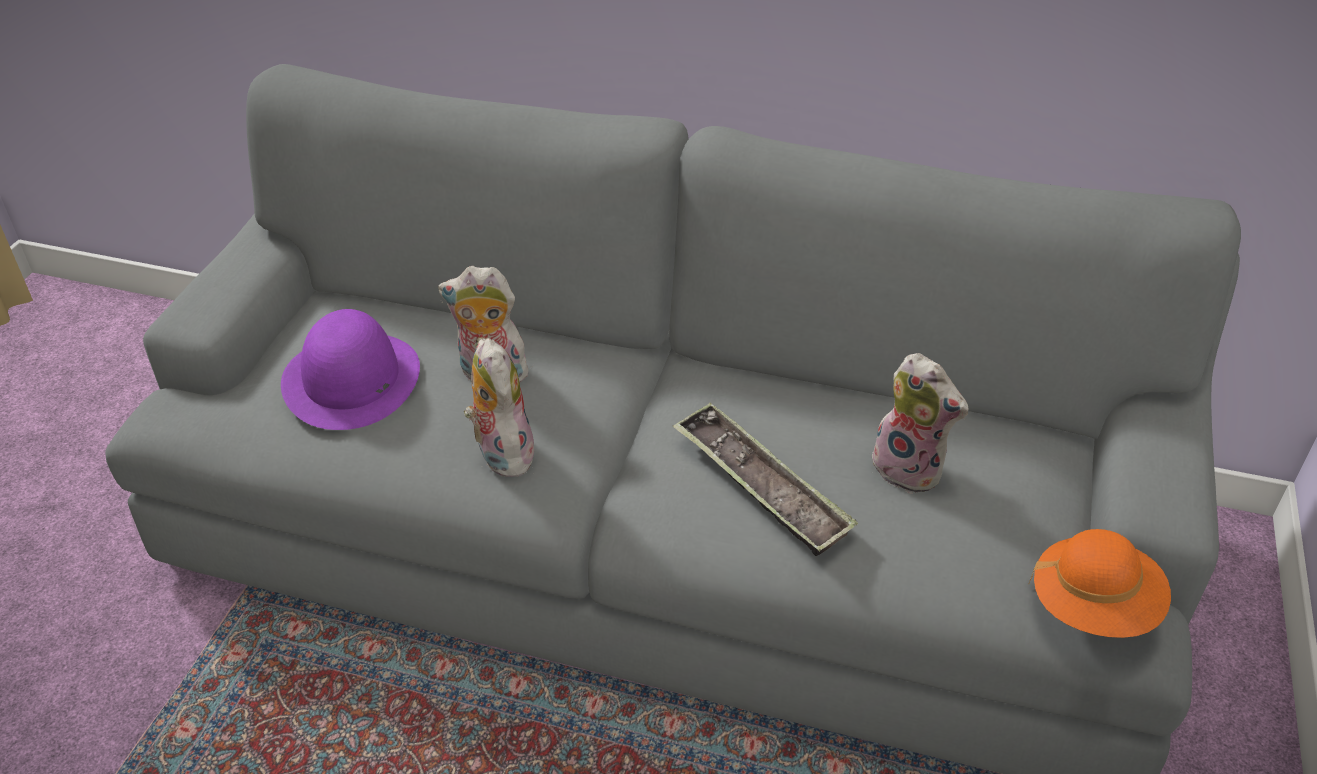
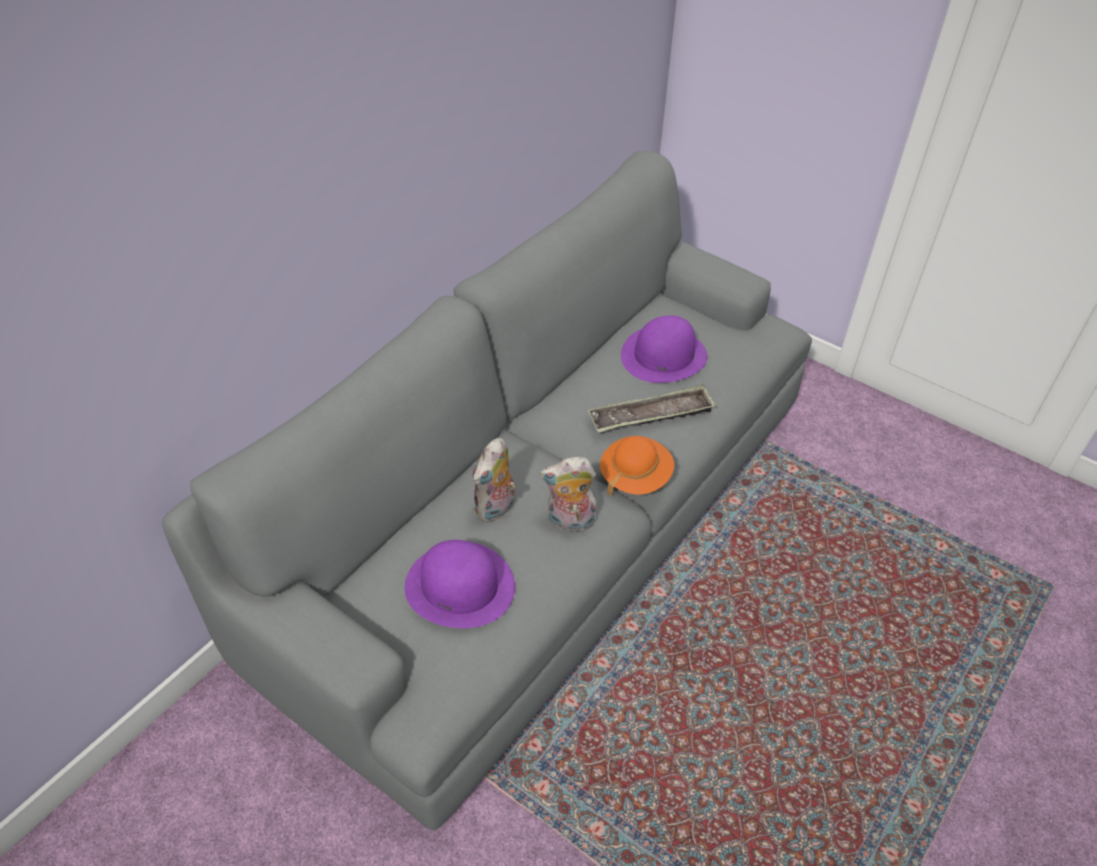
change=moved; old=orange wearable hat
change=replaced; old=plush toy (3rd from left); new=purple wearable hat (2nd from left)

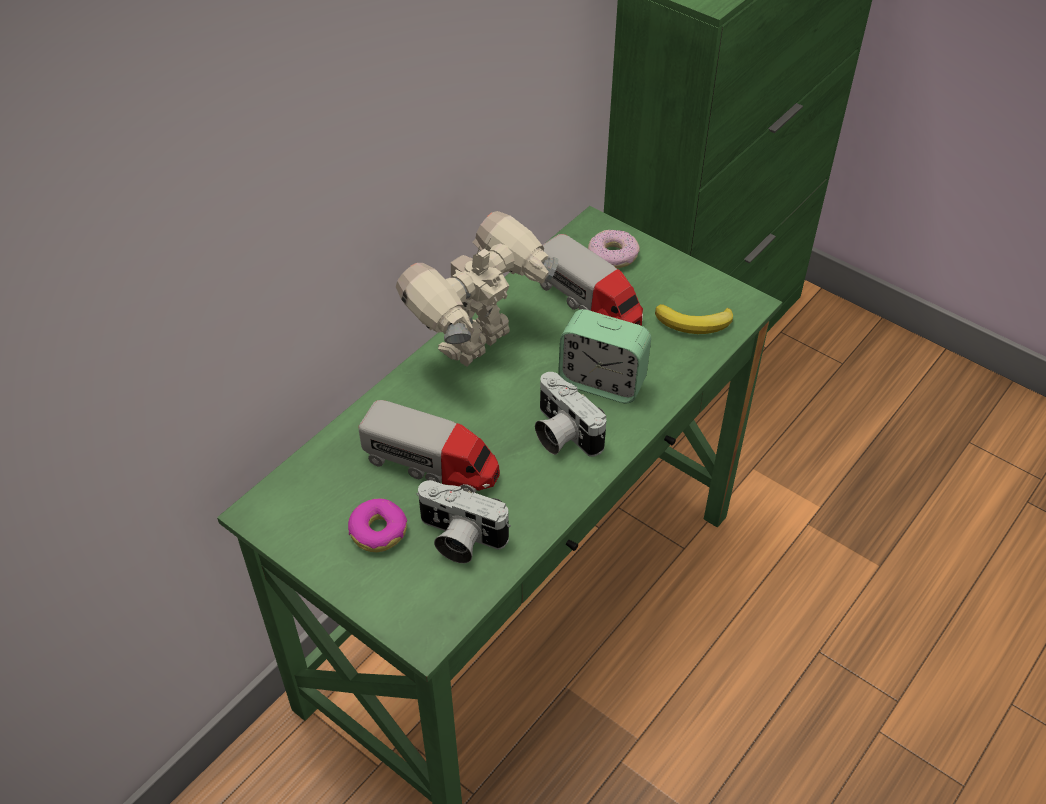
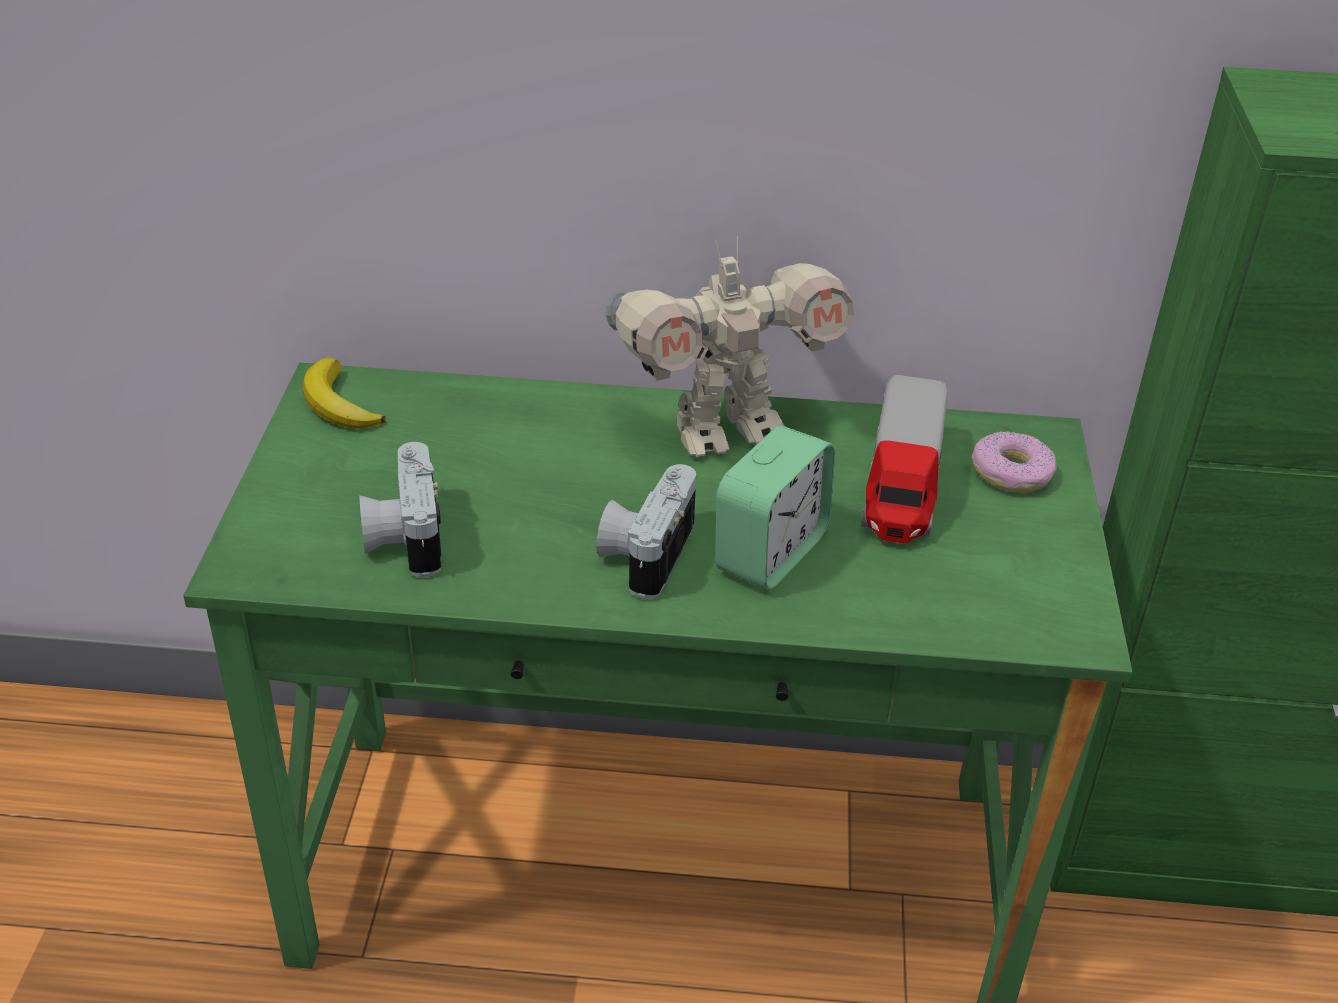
change=moved; old=banana fruit
change=turned; old=toy robot; degrees=150
change=turned; old=bedside clock; degrees=-135
change=removed; old=donut (1st from left)
change=removed; old=toy lorry (1st from left)

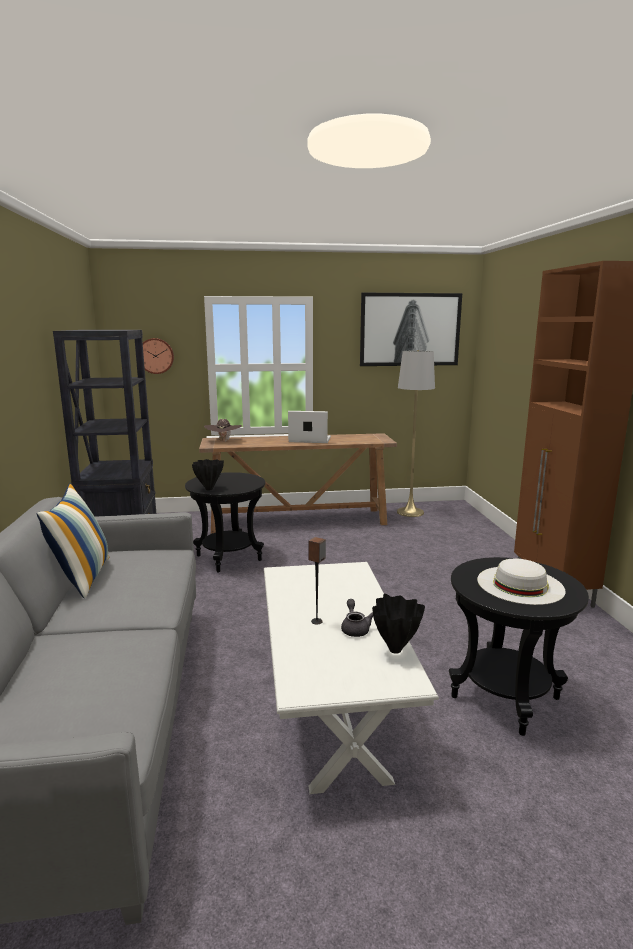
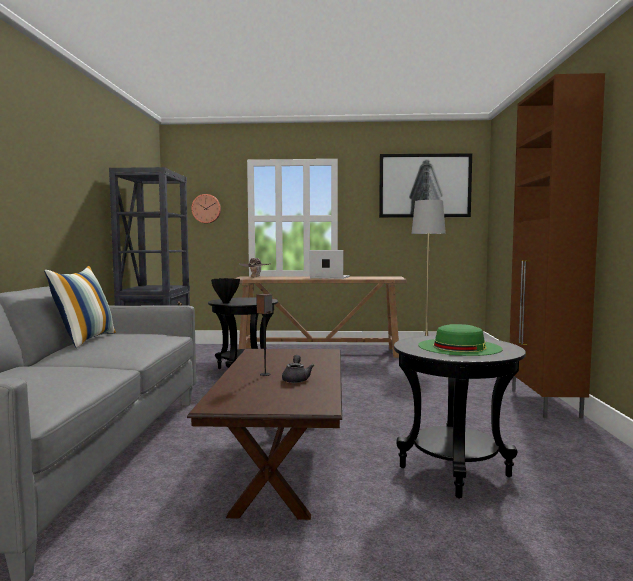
change=recoloured; old=white-coloured low table; new=brown-coloured low table
change=recoloured; old=white-coloured wearable hat; new=greenish wearable hat
change=removed; old=blackish decorative vase (2nd from left)

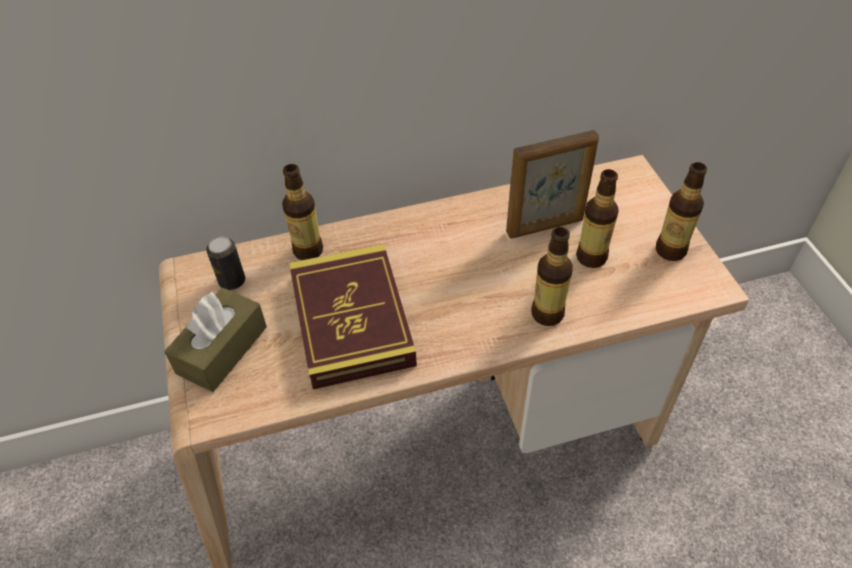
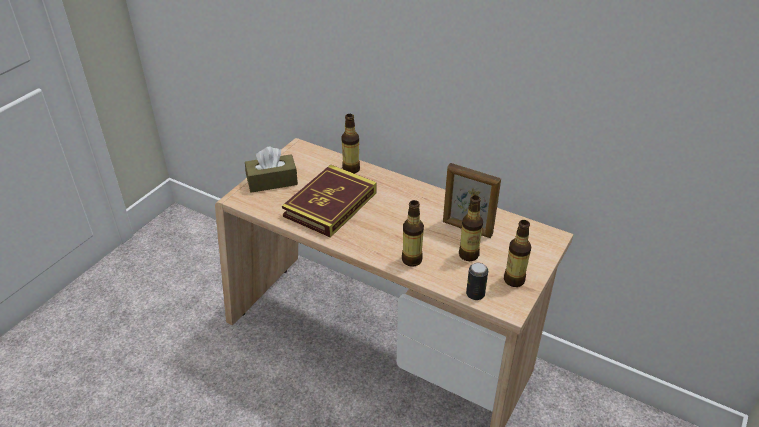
change=moved; old=metal can

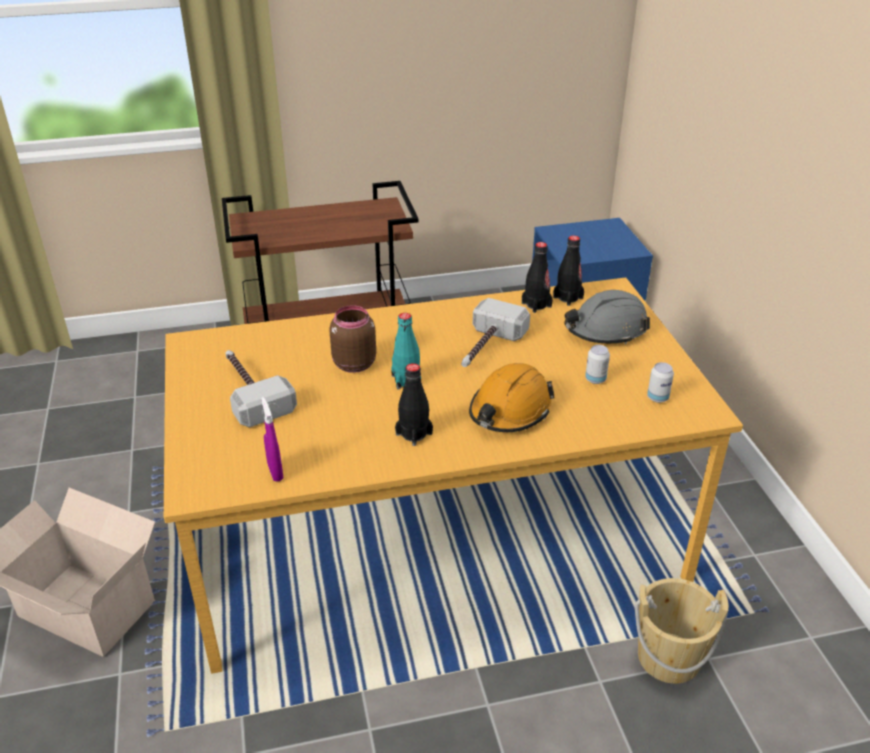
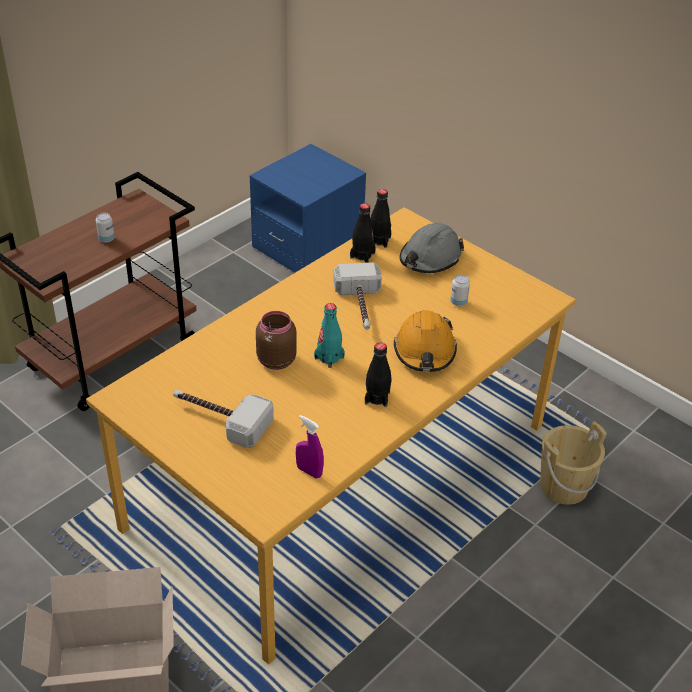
change=moved; old=metal can (2nd from left in the first image); new=metal can (1st from left)

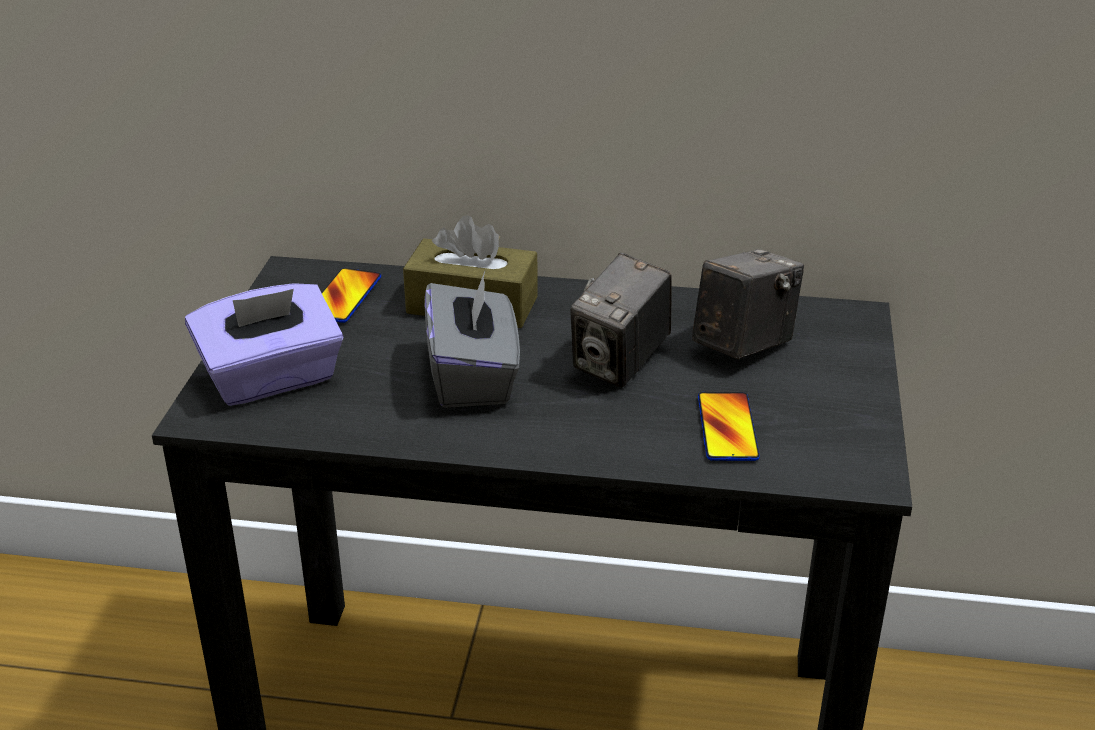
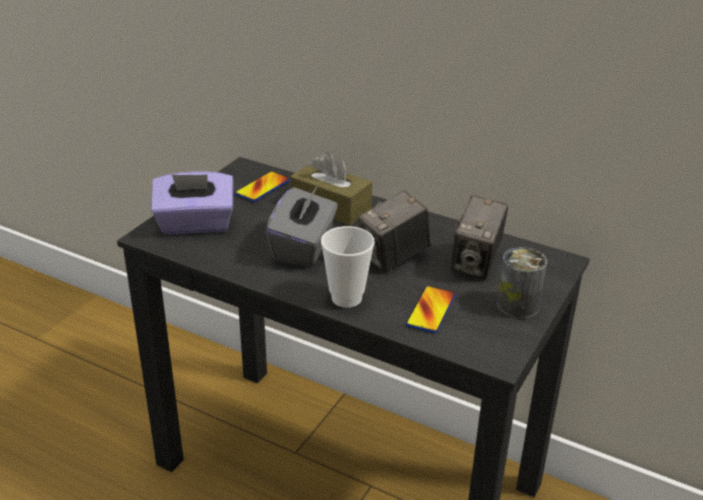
change=added; new=small cup
change=turned; old=photo camera (2nd from left); degrees=135
change=added; new=metal can

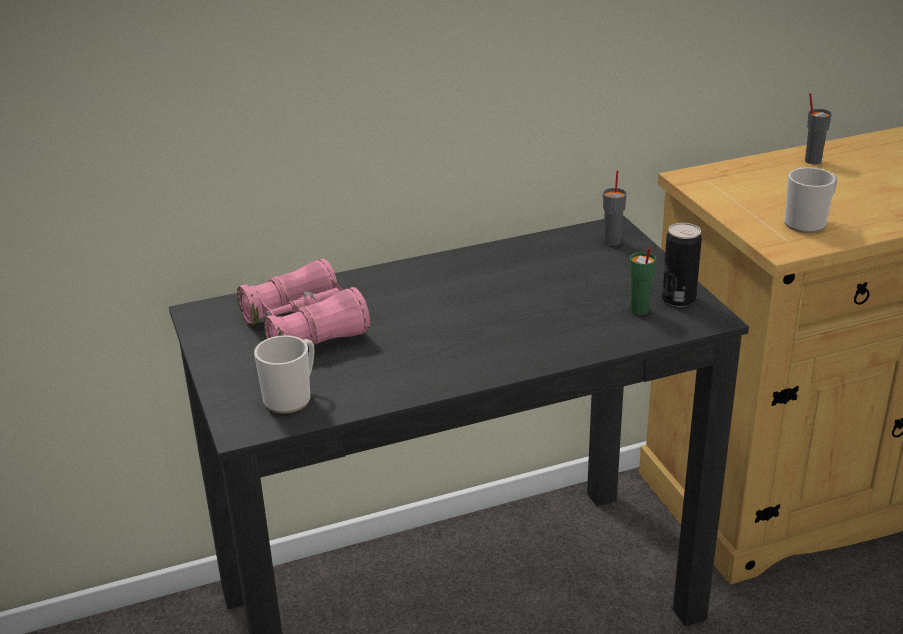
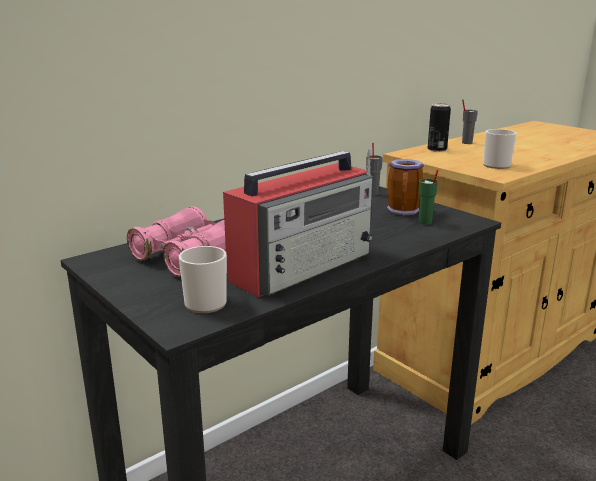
change=added; new=radio set
change=added; new=coffee mug (2nd from left)
change=moved; old=metal can

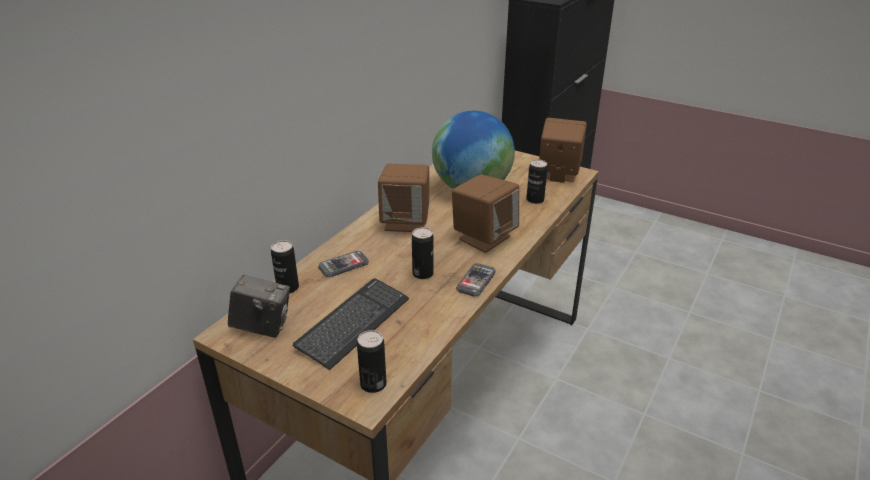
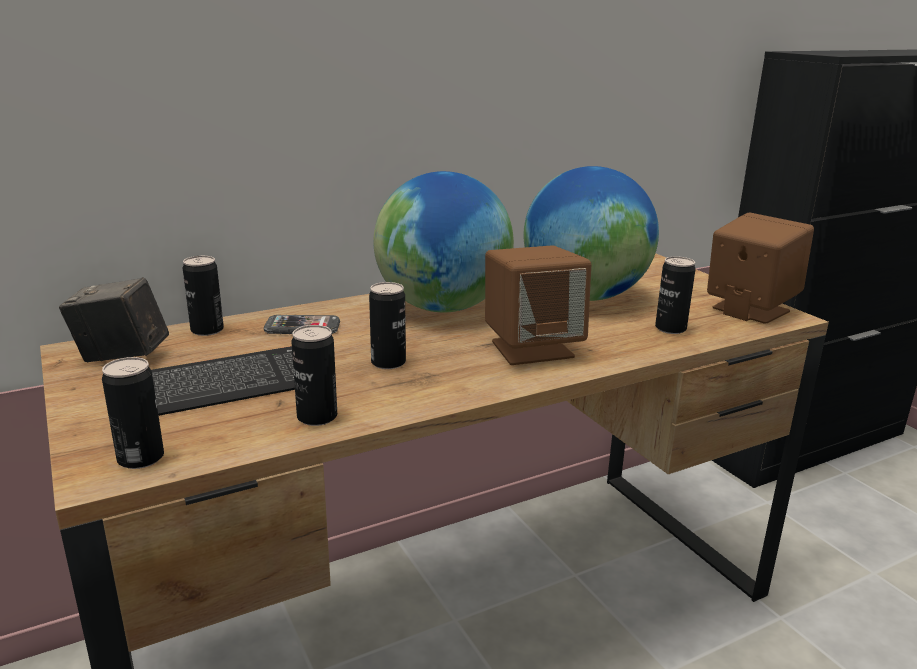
change=turned; old=photo camera; degrees=150
change=added; new=metal can (3rd from left)
change=replaced; old=brown-coloured speaker (1st from left); new=desk globe (1st from left)
change=removed; old=handset (2nd from left)

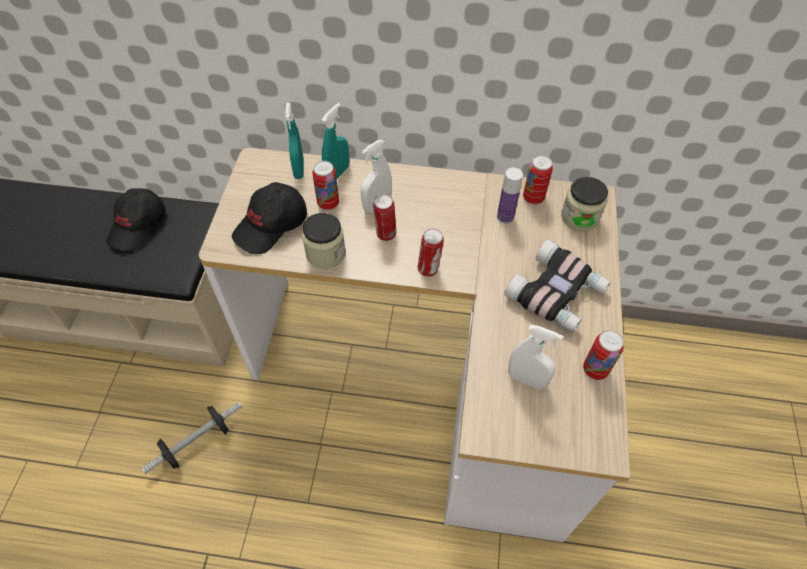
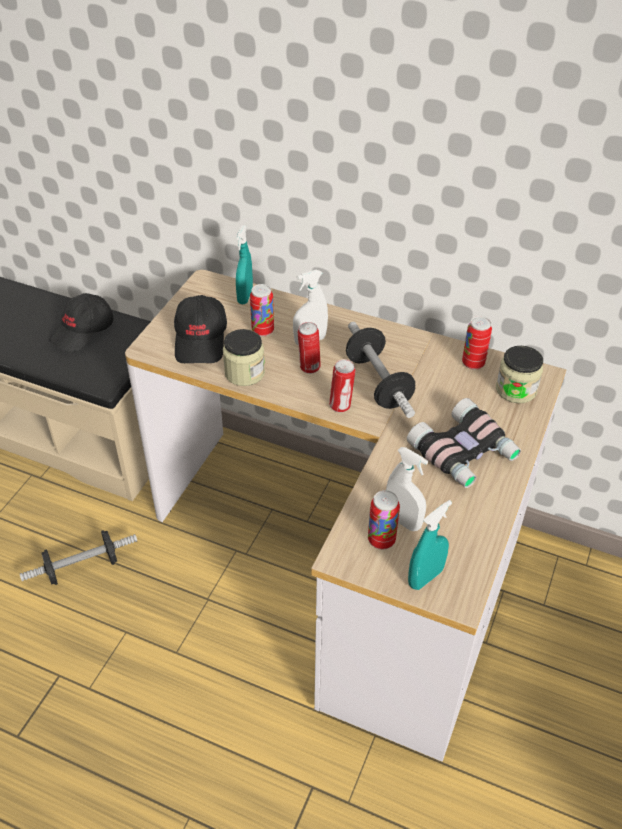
change=turned; old=blackish cap (2nd from left); degrees=-60
change=added; new=hand weight (2nd from left)
change=moved; old=metal can (5th from left in the first image); new=metal can (4th from left)
change=moved; old=turquoise-coloured sprayer (2nd from left)
change=removed; old=drink bottle

